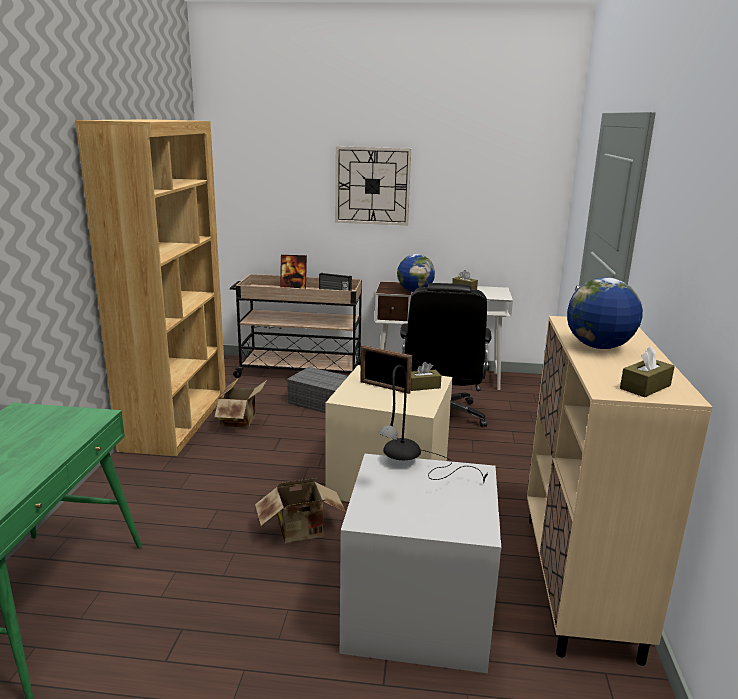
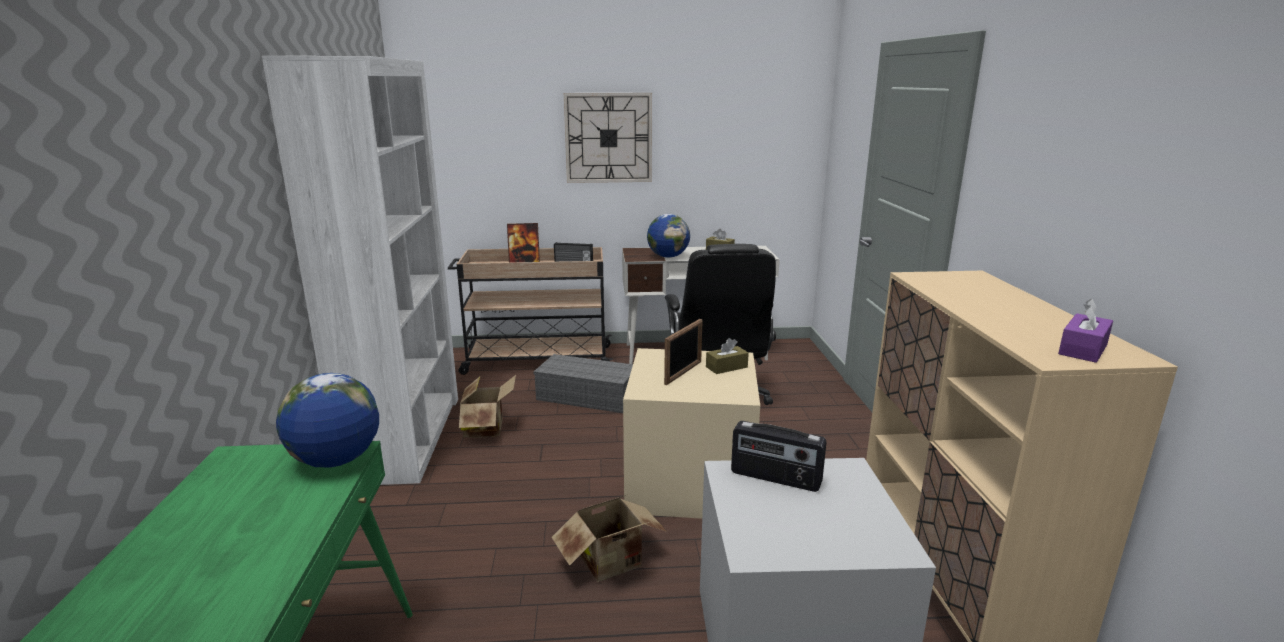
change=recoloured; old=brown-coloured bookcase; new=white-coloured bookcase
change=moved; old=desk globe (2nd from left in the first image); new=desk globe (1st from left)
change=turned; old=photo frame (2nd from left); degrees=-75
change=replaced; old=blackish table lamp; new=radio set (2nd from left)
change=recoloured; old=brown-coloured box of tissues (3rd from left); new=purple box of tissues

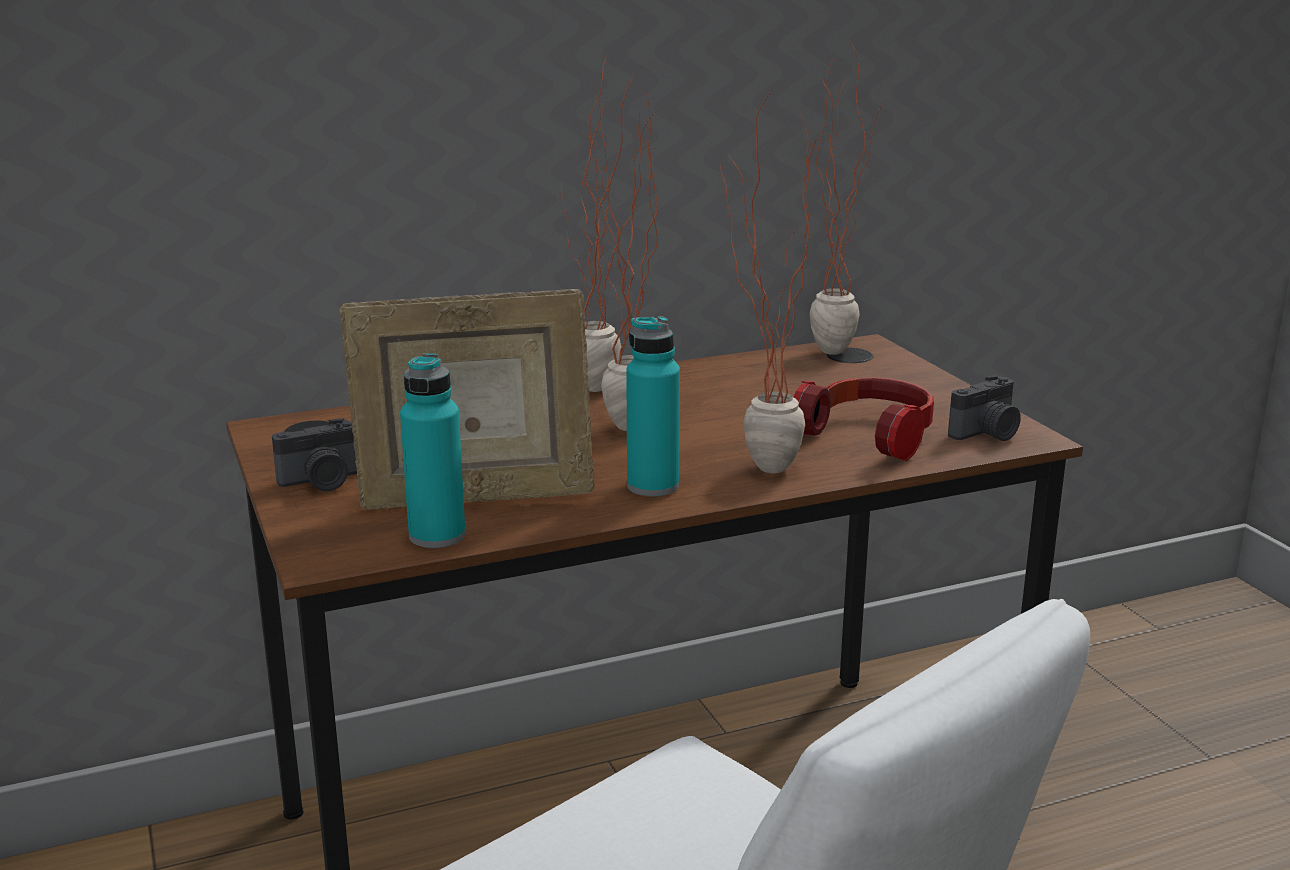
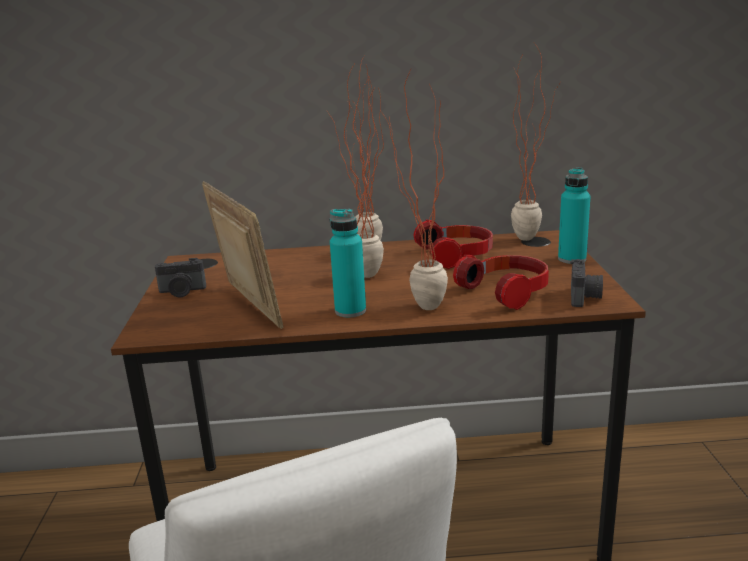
change=turned; old=photo frame; degrees=-135
change=added; new=headphones (1st from left)
change=moved; old=turquoise-coloured drink bottle (1st from left in the first image); new=turquoise-coloured drink bottle (2nd from left)
change=turned; old=photo camera (2nd from left); degrees=-60

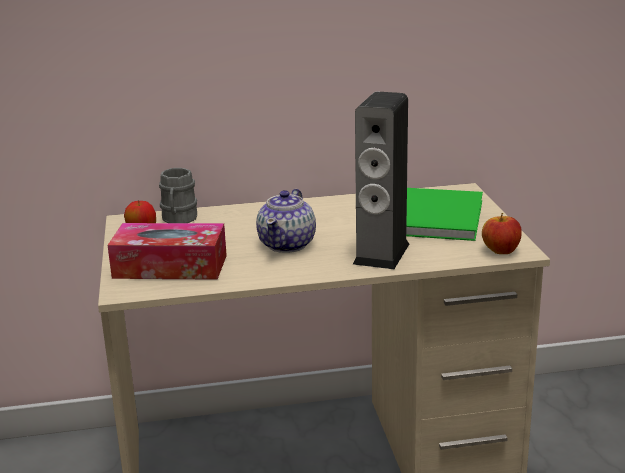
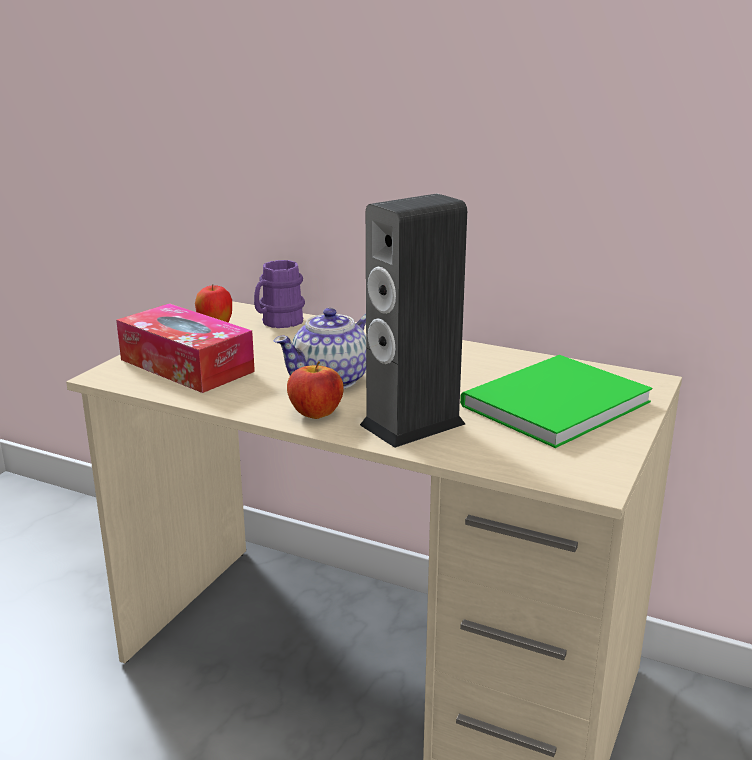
change=recoloured; old=greyish coffee mug; new=purple coffee mug
change=moved; old=apple fruit (2nd from left)

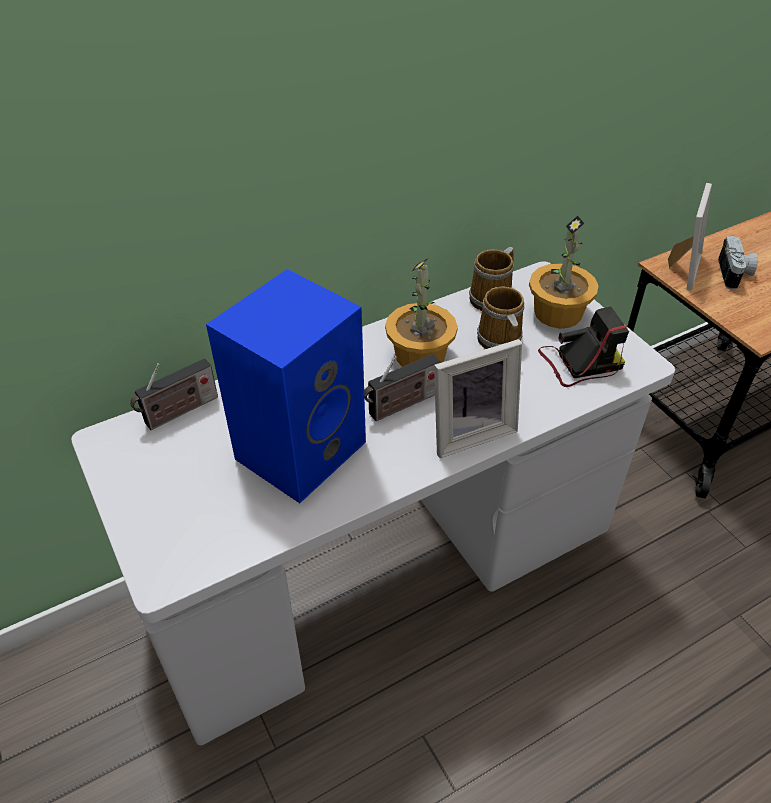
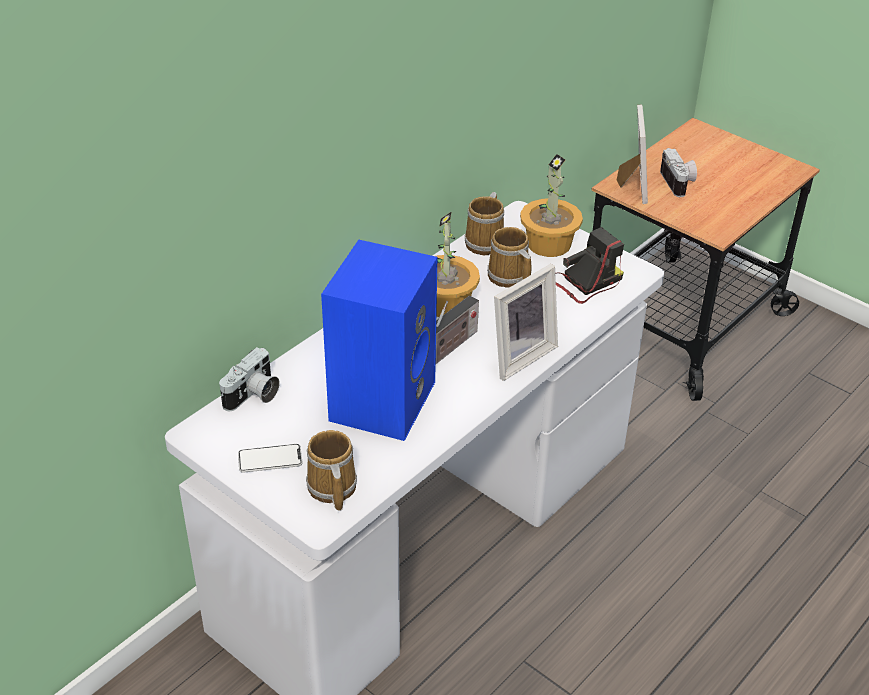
change=replaced; old=radio set (1st from left); new=photo camera (1st from left)
change=added; new=handset
change=added; new=coffee mug (1st from left)

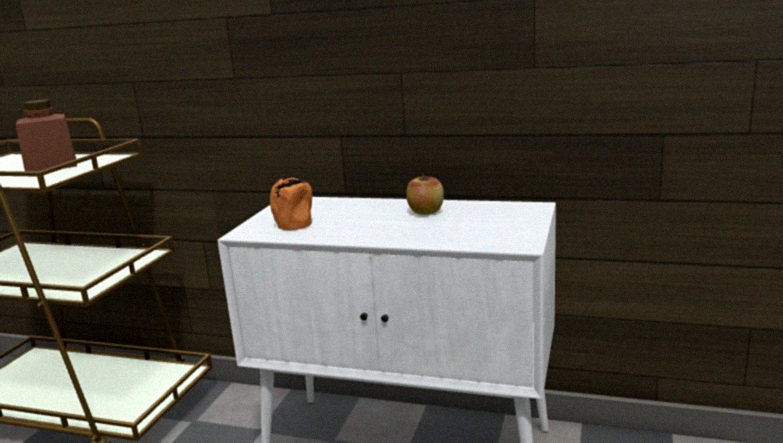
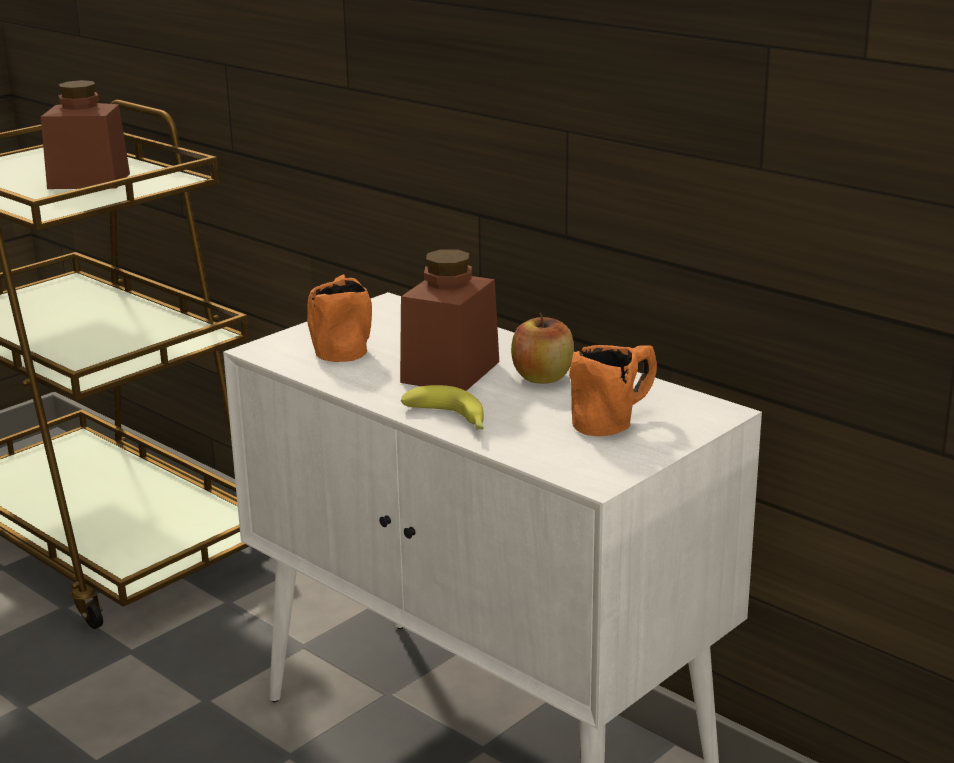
change=added; new=brown-coloured storage jar (2nd from left)
change=added; new=banana fruit
change=added; new=orange coffee mug (2nd from left)

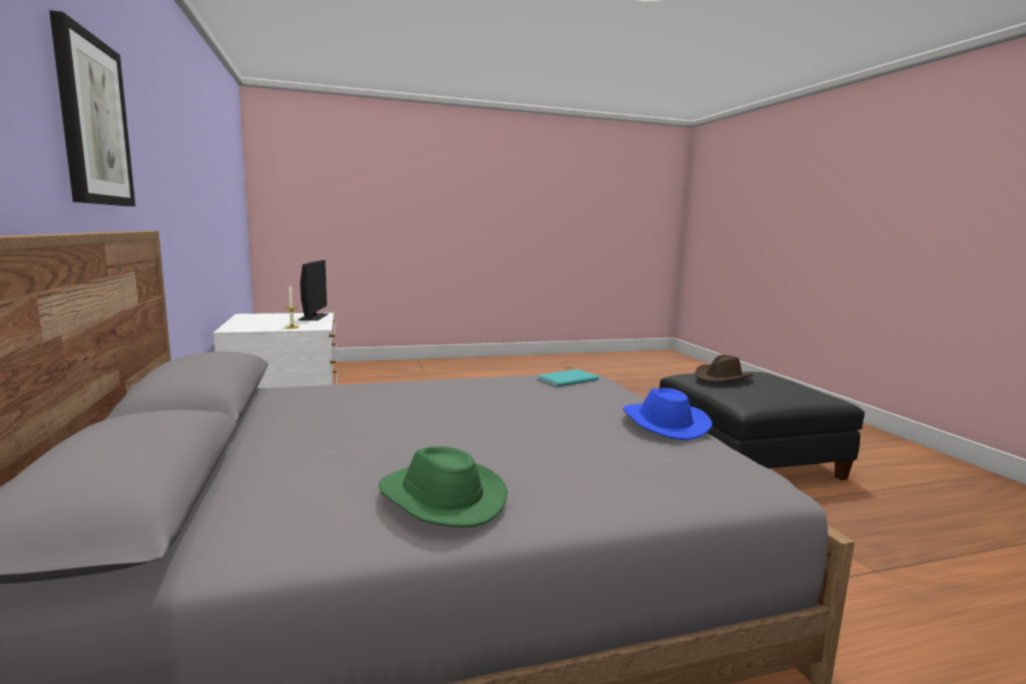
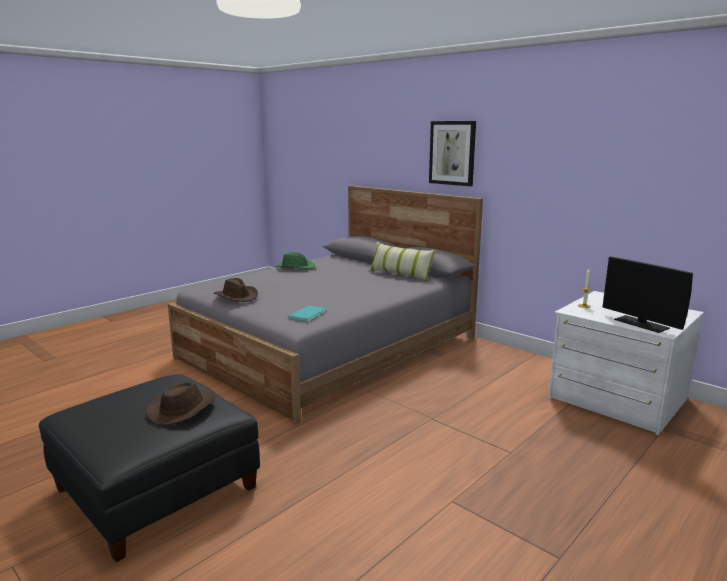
change=recoloured; old=blue-coloured wearable hat; new=brown-coloured wearable hat (2nd from left)
change=added; new=throw pillow

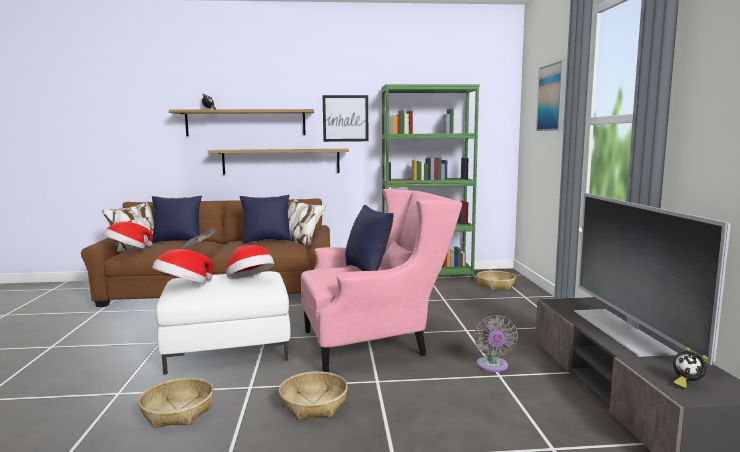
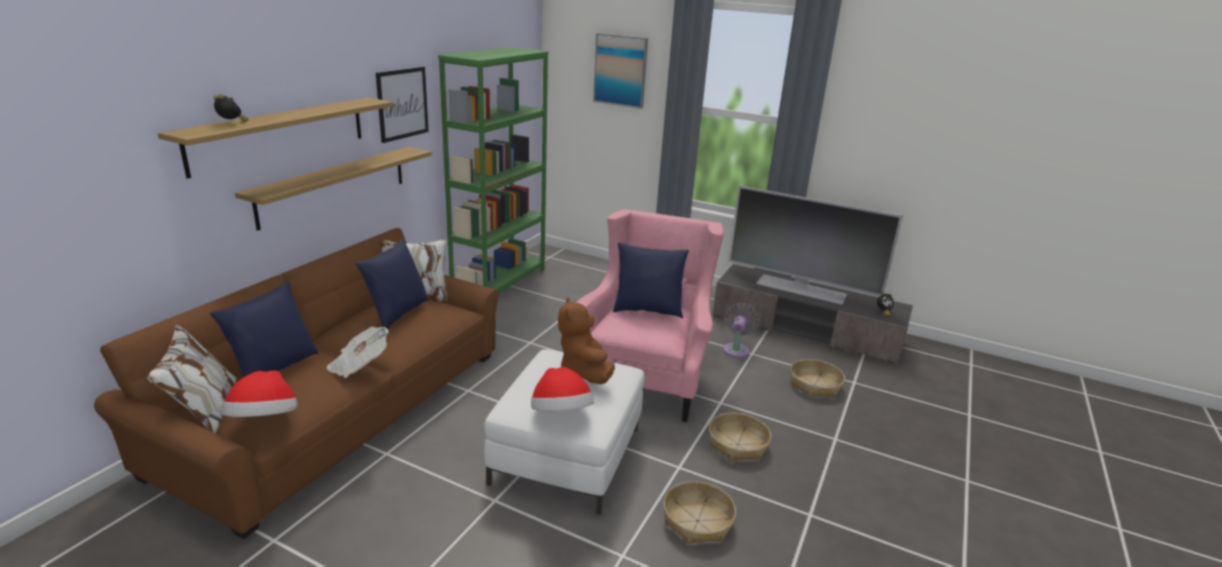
change=replaced; old=wearable hat (3rd from left); new=brown-coloured plush toy
change=turned; old=greyish fan; degrees=-105
change=moved; old=household basket (3rd from left)

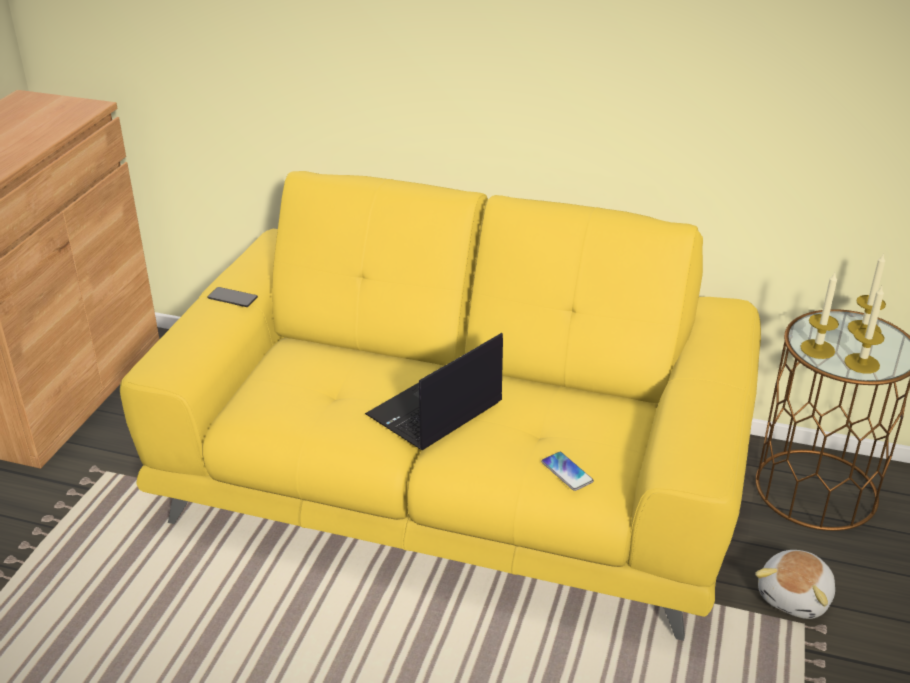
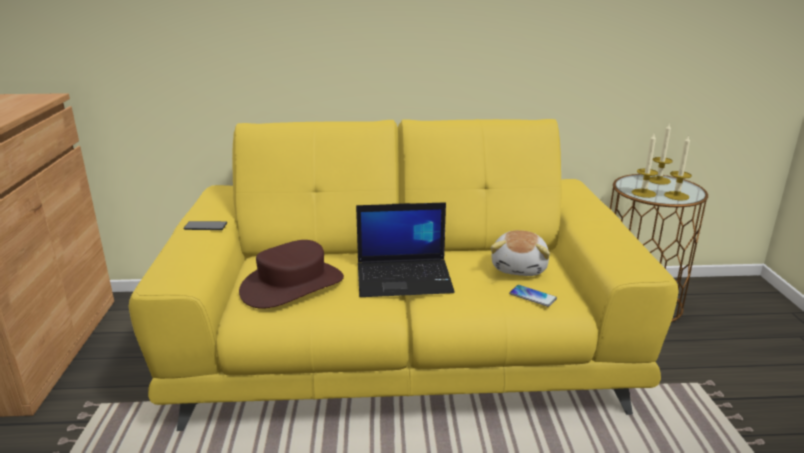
change=added; new=brown-coloured wearable hat
change=turned; old=laptop; degrees=-120
change=moved; old=plush toy

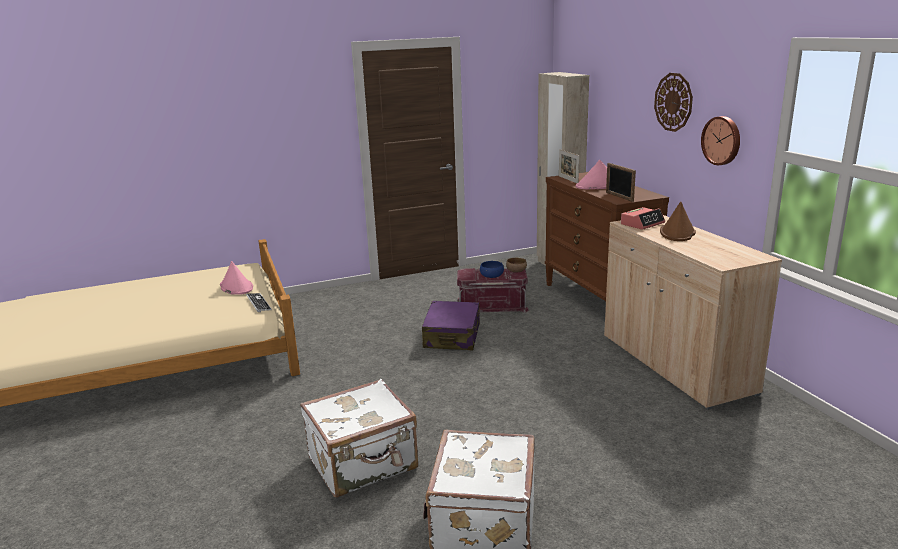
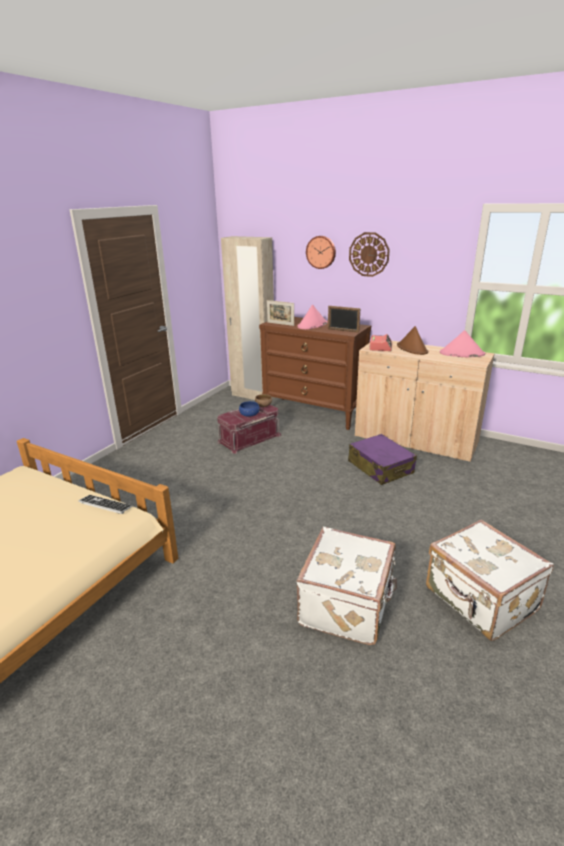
change=moved; old=wall clock (2nd from left in the first image); new=wall clock (1st from left)
change=moved; old=purple travel case
change=moved; old=pink-coloured wearable hat (1st from left in the first image); new=pink-coloured wearable hat (2nd from left)

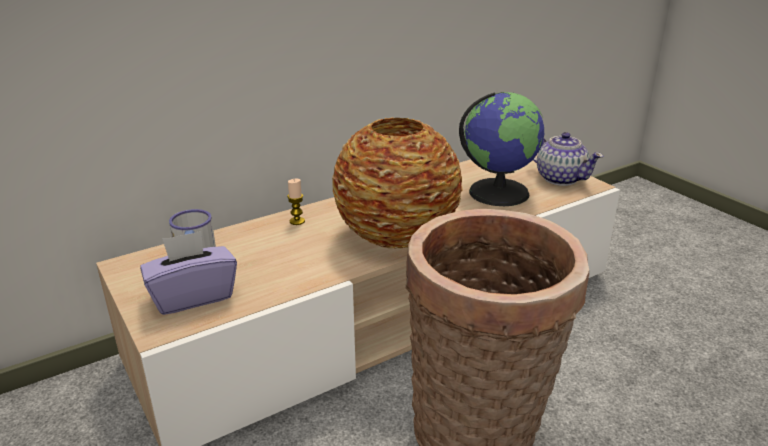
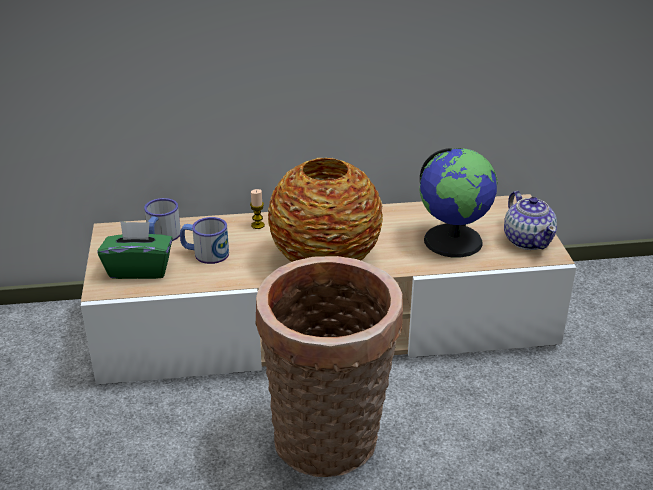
change=recoloured; old=purple box of tissues; new=greenish box of tissues
change=added; new=coffee mug (2nd from left)

